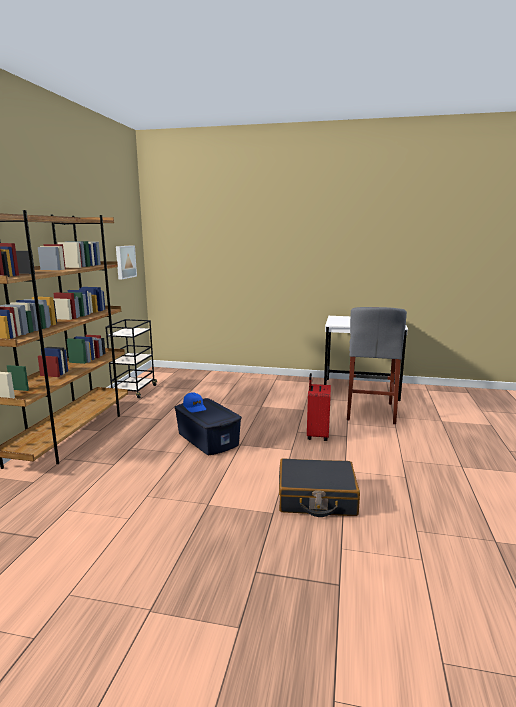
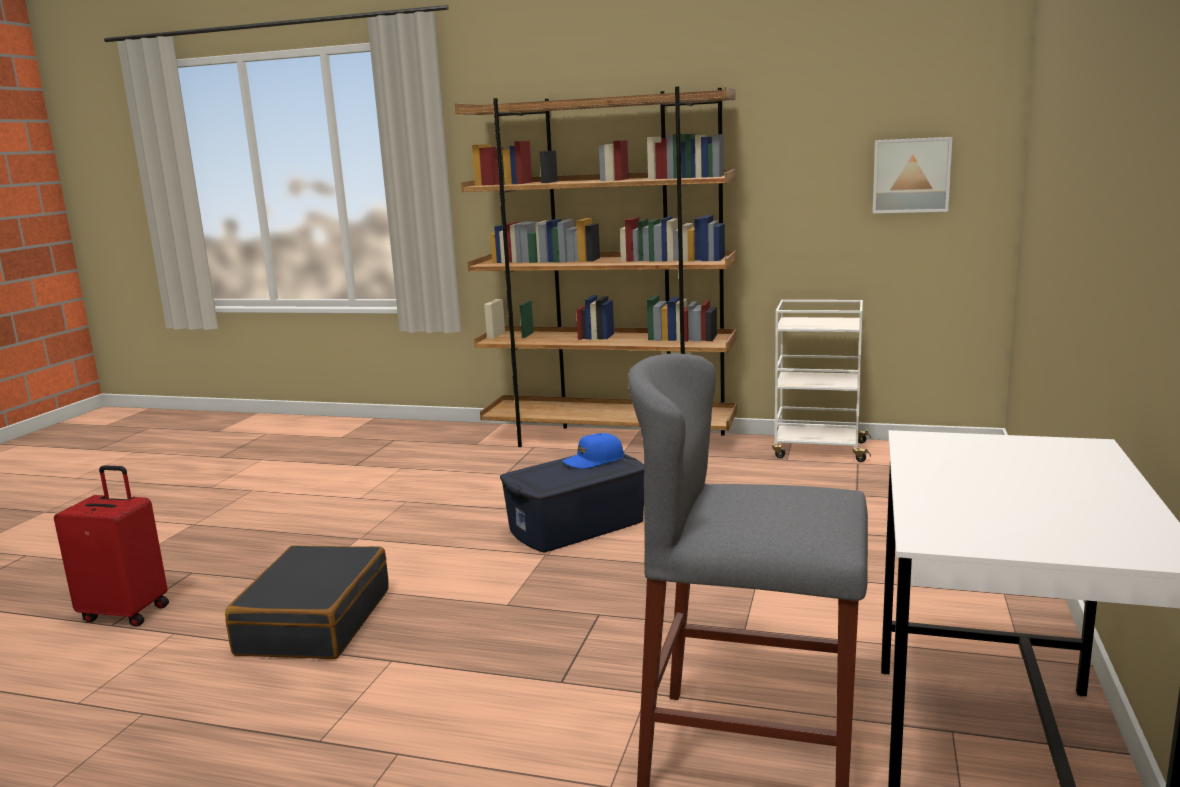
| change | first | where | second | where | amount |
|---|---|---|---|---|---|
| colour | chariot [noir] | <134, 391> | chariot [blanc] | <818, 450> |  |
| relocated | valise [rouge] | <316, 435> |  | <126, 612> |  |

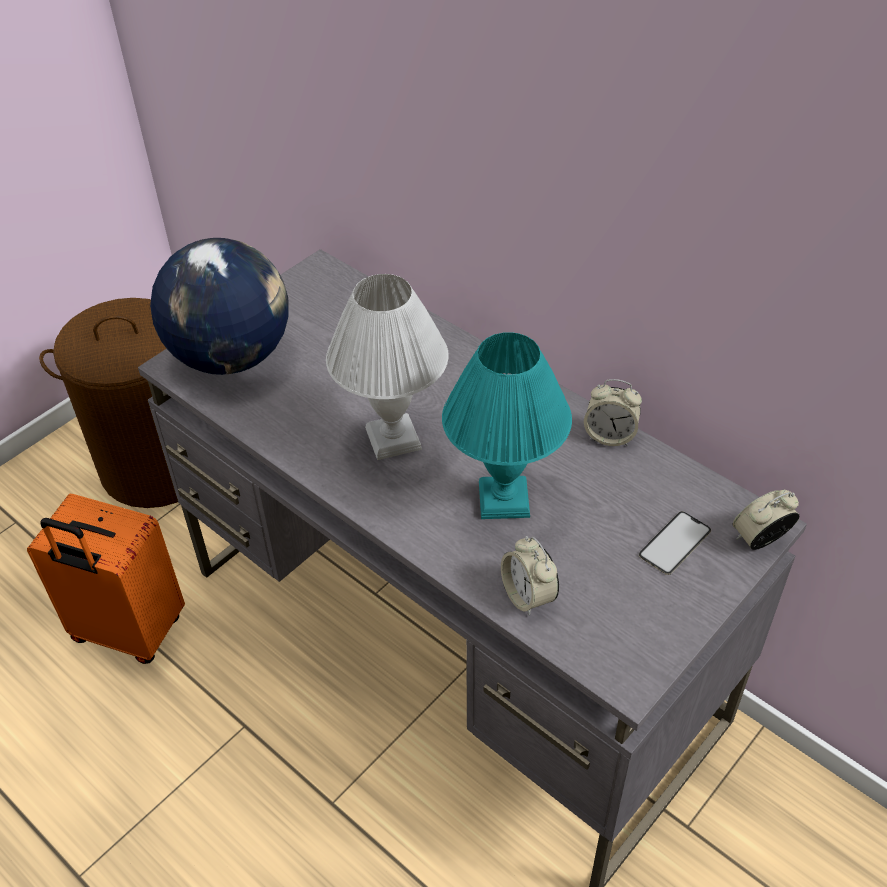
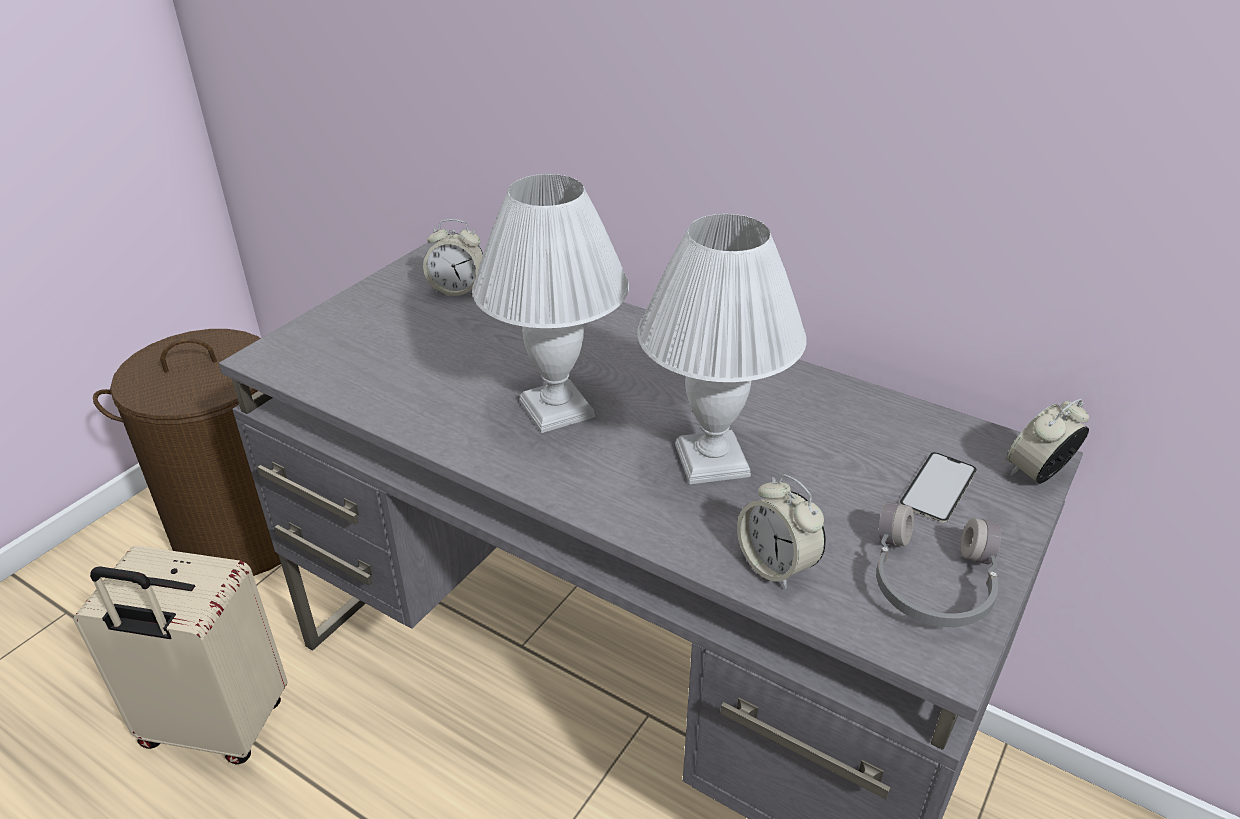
| change | first | where | second | where | amount |
|---|---|---|---|---|---|
| colour | valise [orange] | <127, 632> | valise [beige] | <214, 727> |  |
| missing | globe | <231, 356> |  |  |  |
| colour | lampe de table [turquoise] | <503, 498> | lampe de table [blanc] | <710, 459> |  |
| relocated | réveil | <610, 435> |  | <457, 290> |  |
| appeared |  |  | casque audio [gris] | <930, 582> |  |

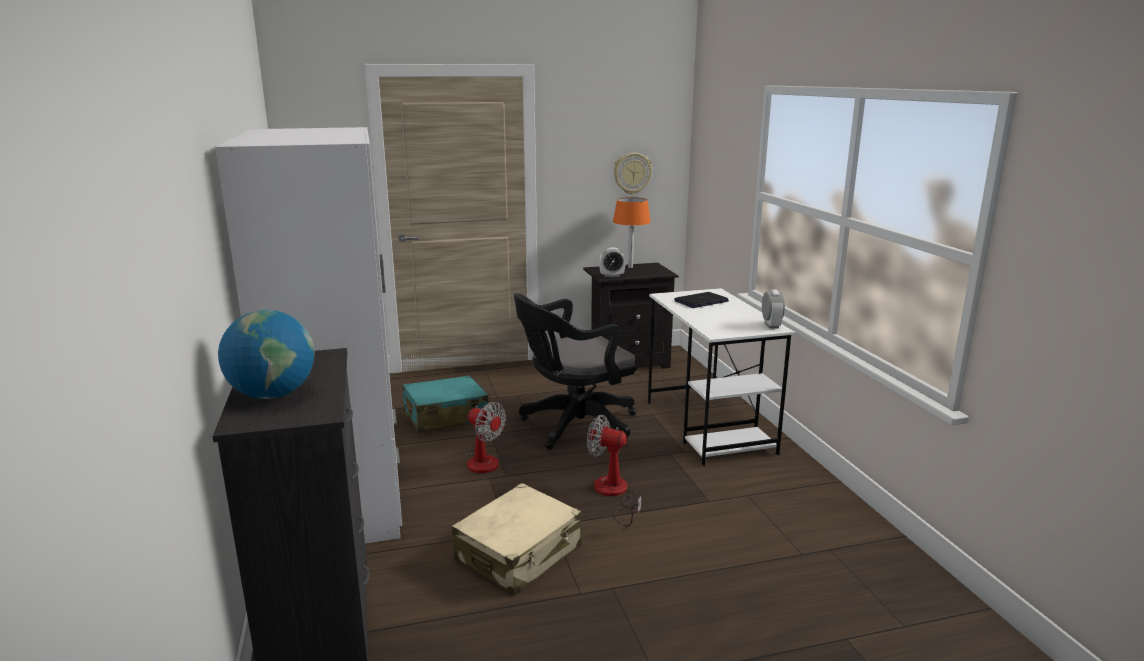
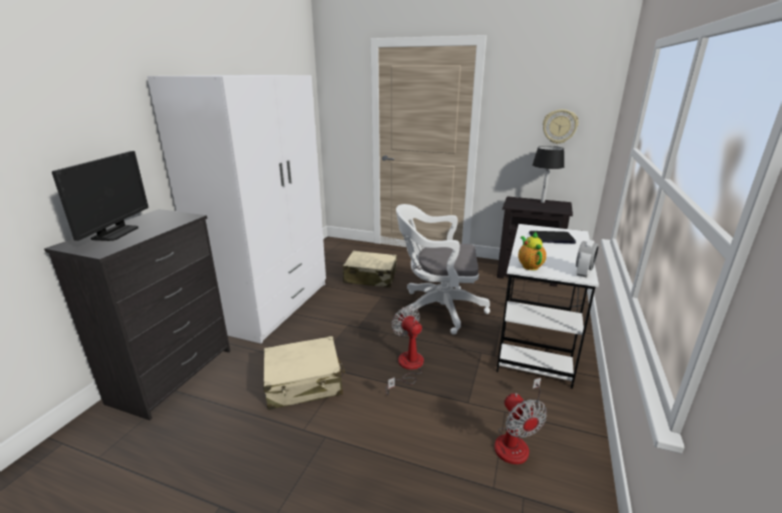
| change | first | where | second | where | amount |
|---|---|---|---|---|---|
| exchanged | globe | <272, 395> | écran d'ordinateur | <115, 233> |  |
| colour | valise [turquoise] | <445, 417> | valise [beige] | <370, 277> |  |
| relocated | ventilateur | <484, 459> |  | <516, 441> |  |
| colour | chaise de bureau [noir] | <574, 427> | chaise de bureau [blanc] | <437, 309> |  |
| missing | réveil | <612, 275> |  |  |  |
| colour | lampe de table [orange] | <630, 267> | lampe de table [noir] | <542, 202> |  |
| appeared |  |  | théière | <529, 266> |  |

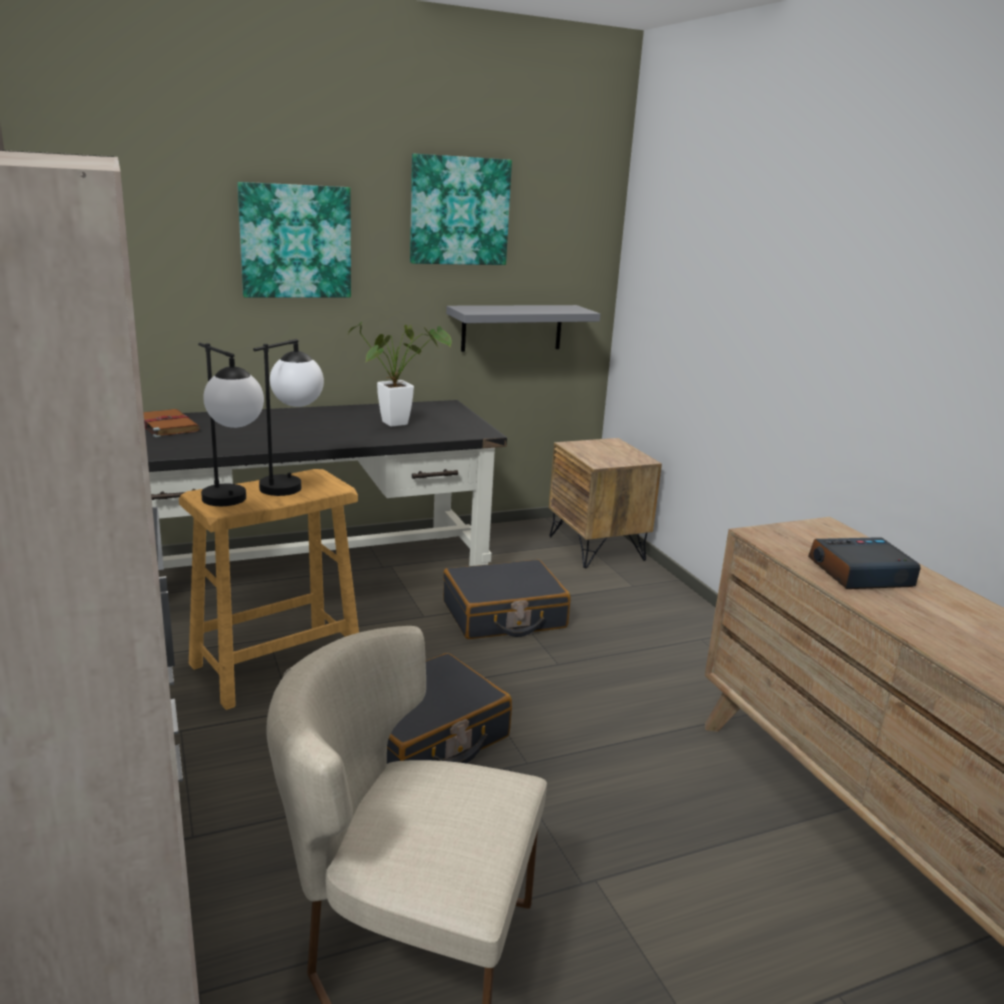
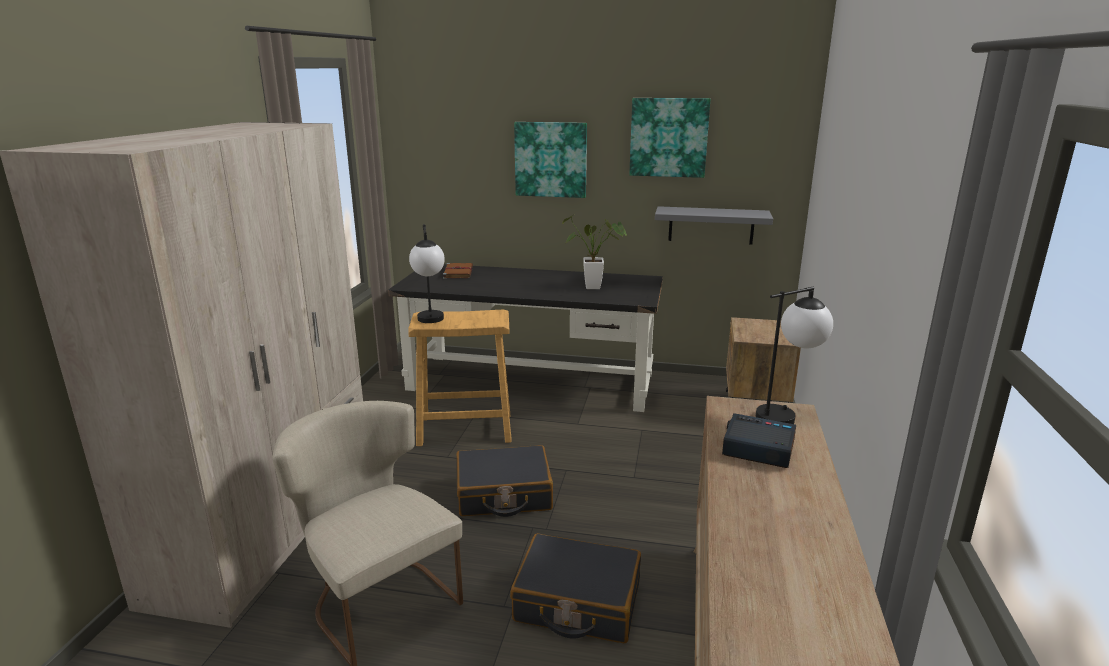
| change | first | where | second | where | amount |
|---|---|---|---|---|---|
| relocated | lampe de table | <291, 483> |  | <786, 415> |  |
| relocated | valise [noir] | <504, 615> |  | <577, 602> |  |

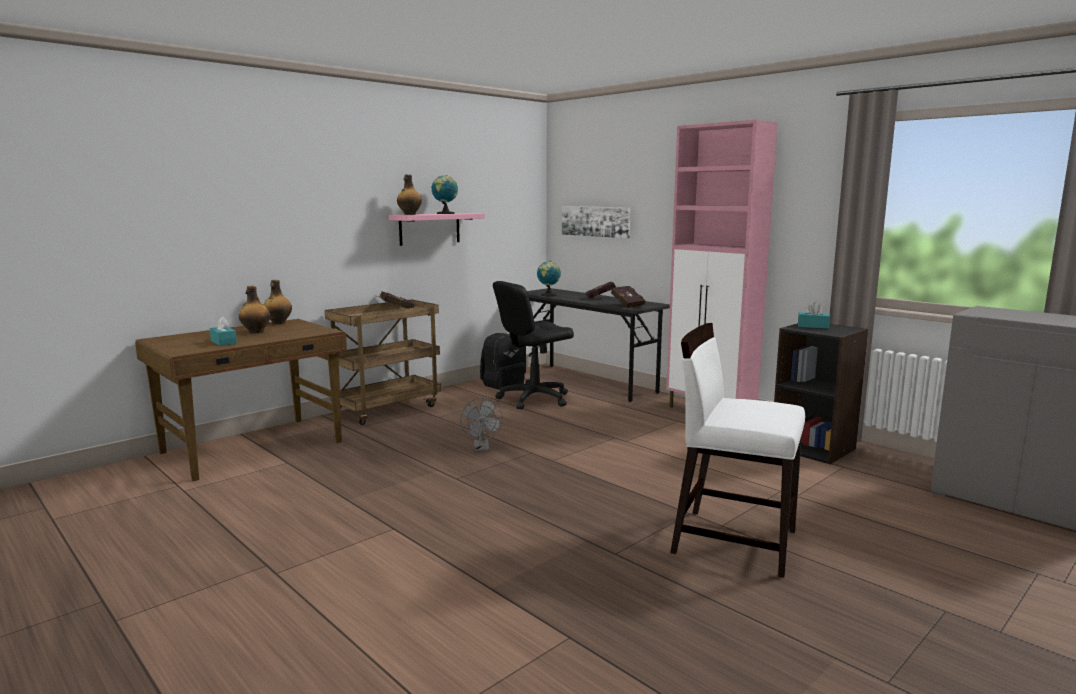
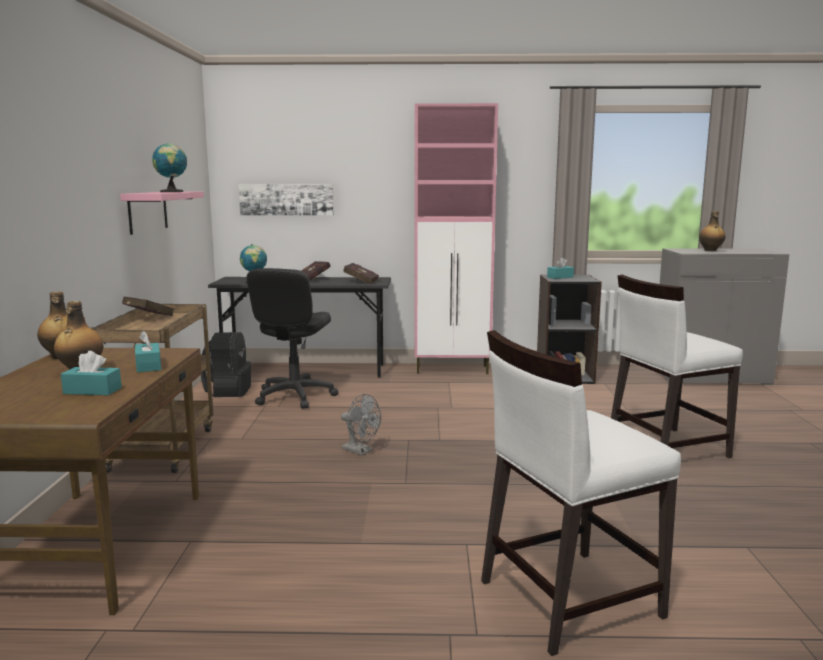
| change | first | where | second | where | amount |
|---|---|---|---|---|---|
| relocated | bouteille | <409, 214> |  | <710, 250> |  |
| appeared |  |  | boîte à mouchoirs [turquoise] | <148, 366> |  |
| appeared |  |  | chaise [blanc] | <567, 598> |  |

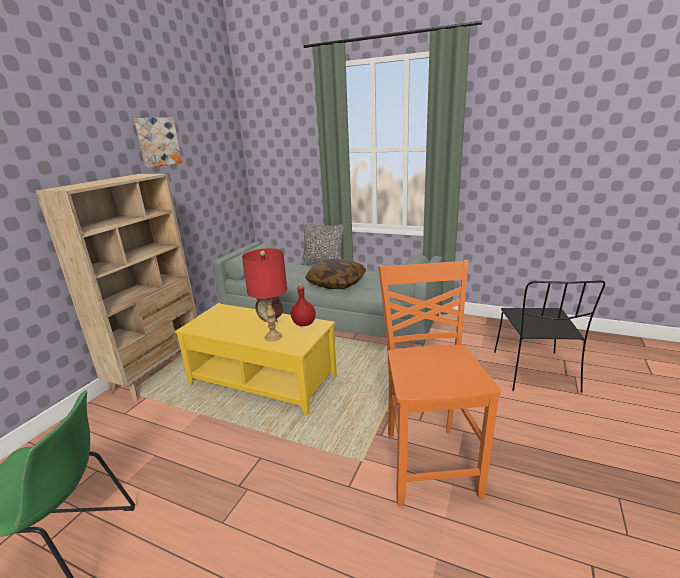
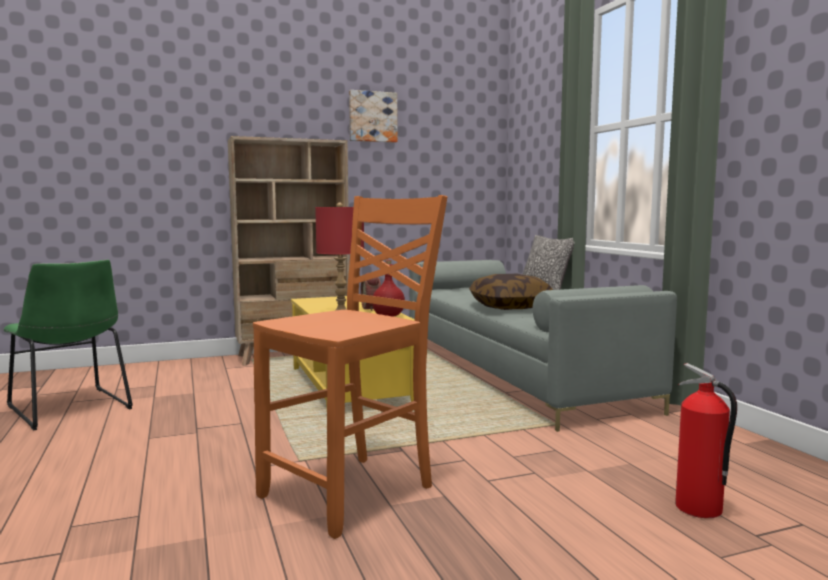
| change | first | where | second | where | amount |
|---|---|---|---|---|---|
| exchanged | chaise [noir] | <535, 372> | extincteur | <699, 509> |  |

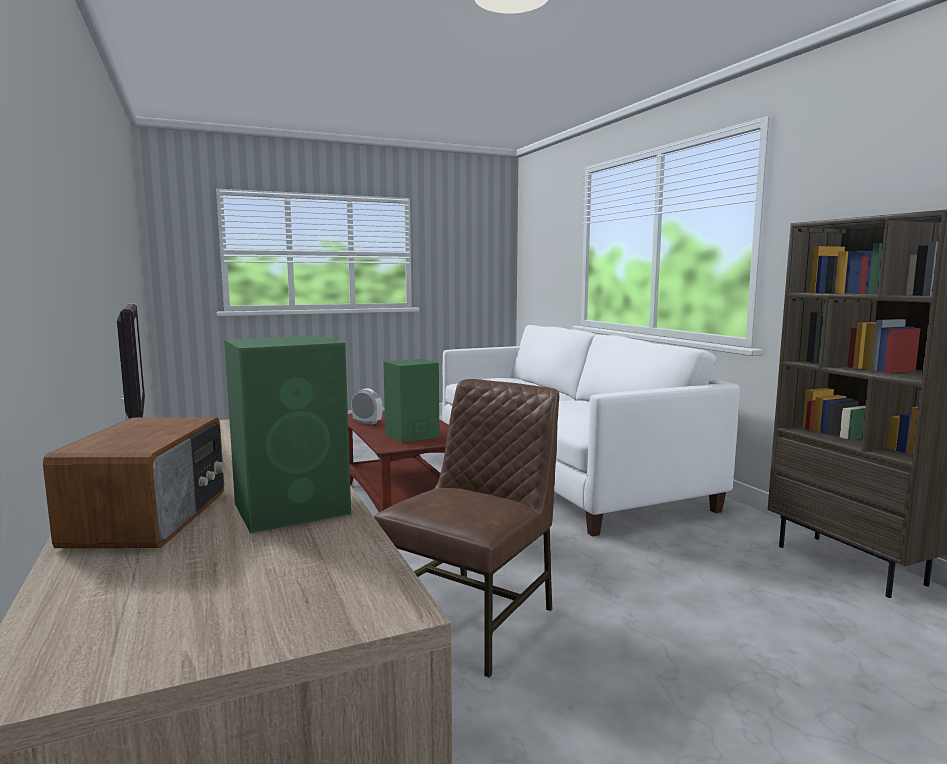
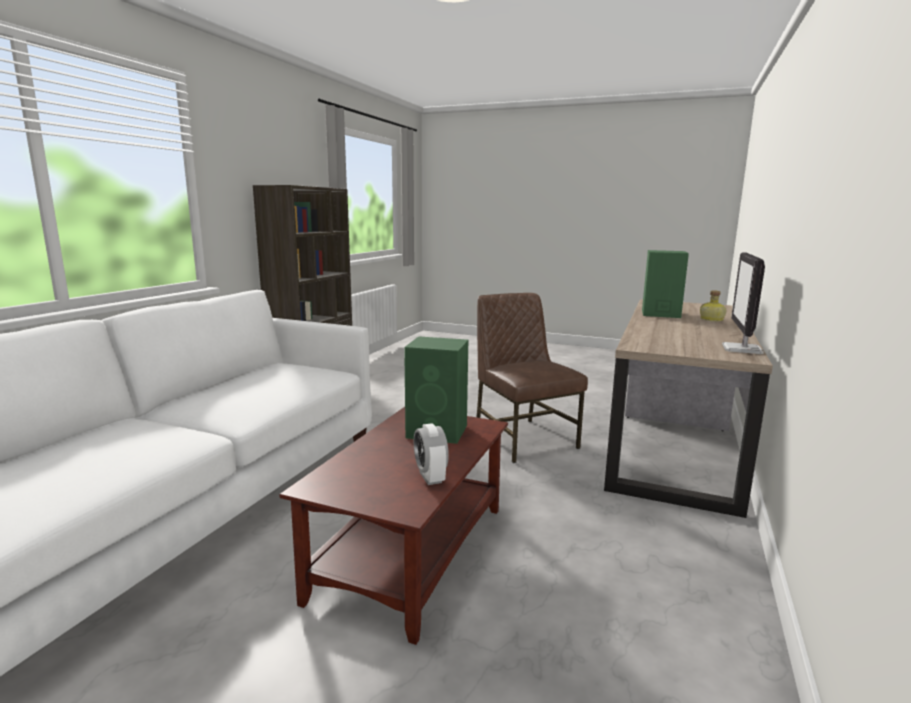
| change | first | where | second | where | amount |
|---|---|---|---|---|---|
| exchanged | radio | <152, 517> | bouteille | <712, 320> |  |
| spun | chaise [marron] | <474, 620> |  | <523, 438> | 75 degrees clockwise |

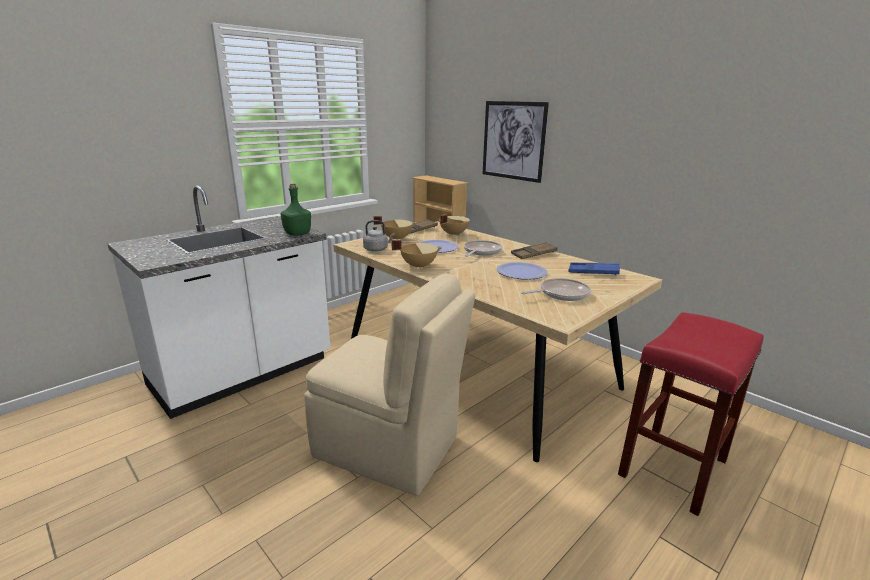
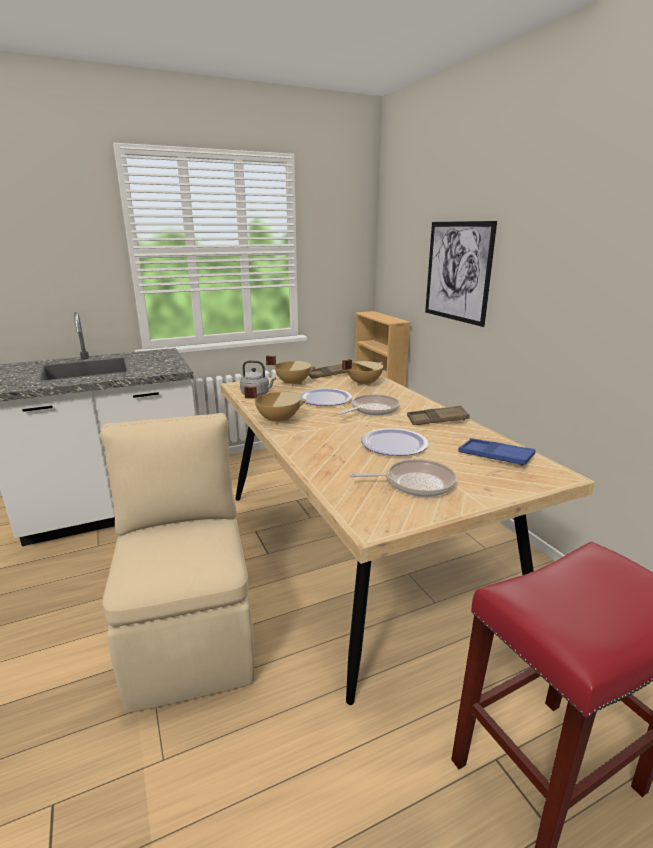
| change | first | where | second | where | amount |
|---|---|---|---|---|---|
| missing | bouteille [vert] | <298, 234> |  |  |  |
| spun | chaise [beige] | <389, 448> |  | <191, 634> | 150 degrees counterclockwise |

